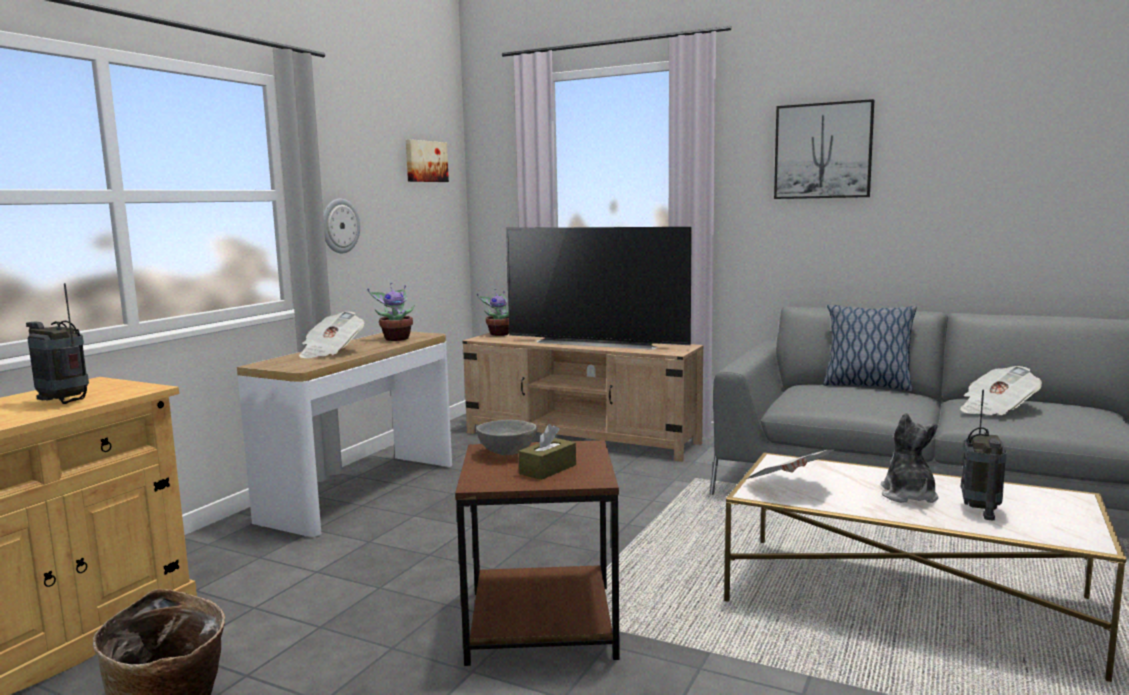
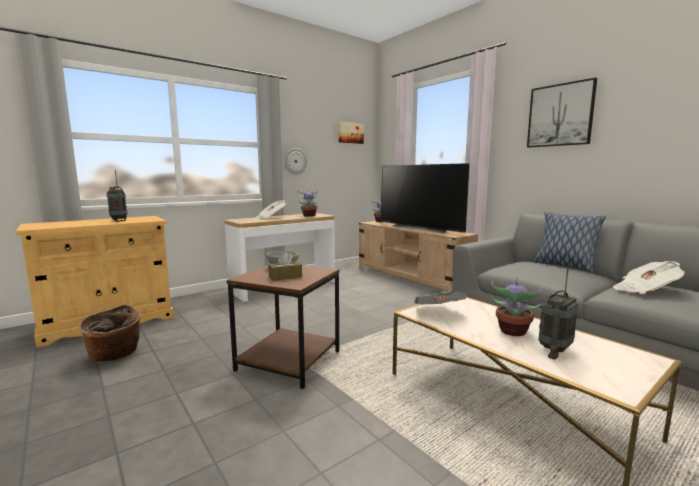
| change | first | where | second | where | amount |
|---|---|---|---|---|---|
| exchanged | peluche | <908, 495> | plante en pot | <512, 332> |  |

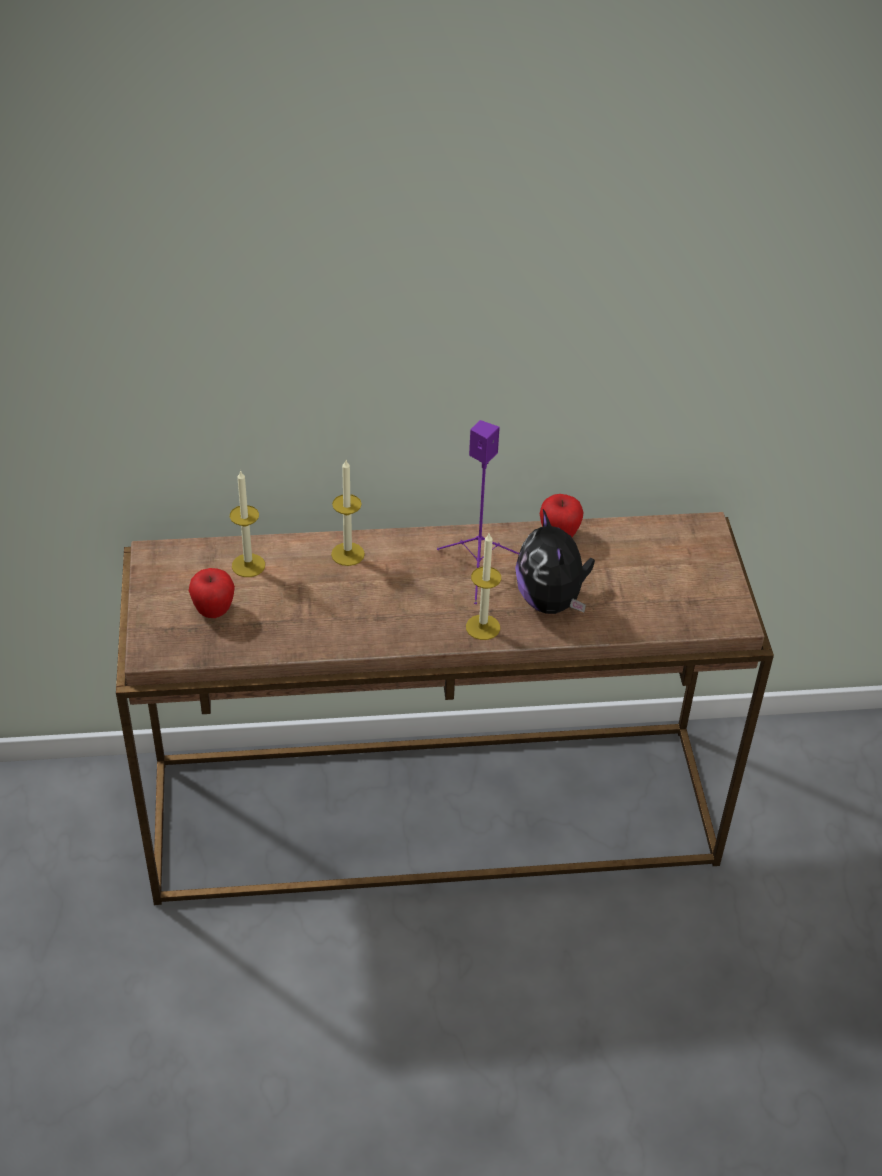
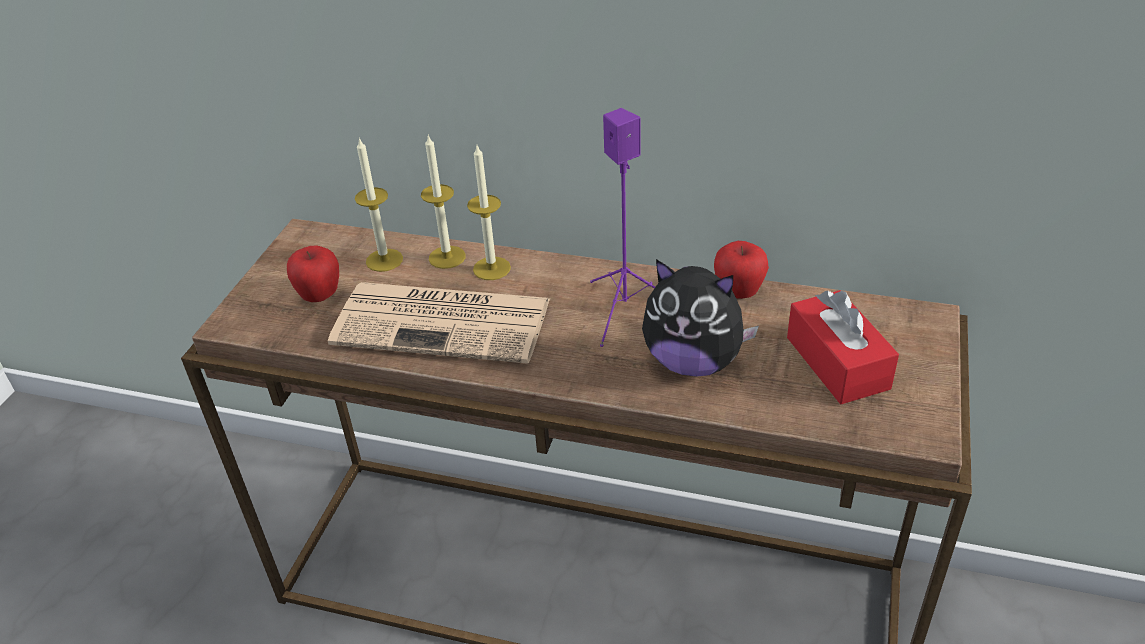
| change | first | where | second | where | amount |
|---|---|---|---|---|---|
| relocated | bougie | <483, 627> |  | <447, 257> |  |
| spun | peluche | <551, 601> |  | <693, 362> | 75 degrees counterclockwise |
| appeared |  |  | journal | <445, 322> |  |
| appeared |  |  | boîte à mouchoirs [rouge] | <837, 363> |  |

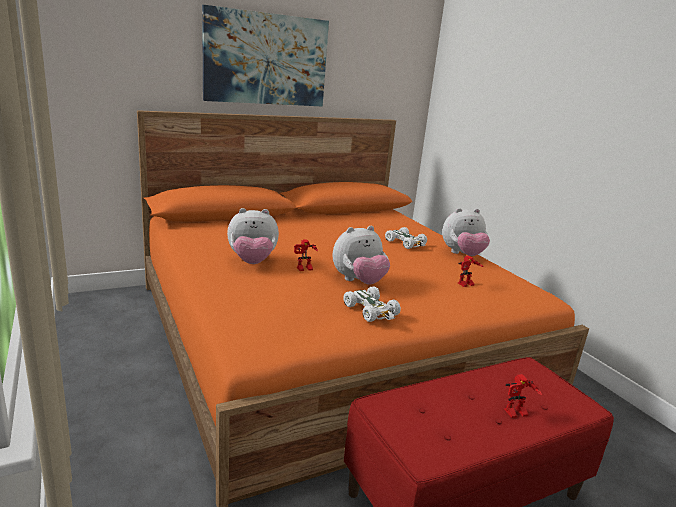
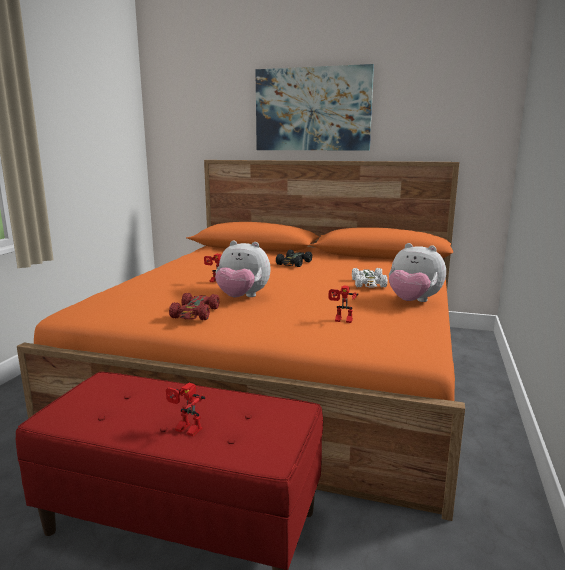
| change | first | where | second | where | amount |
|---|---|---|---|---|---|
| missing | peluche | <252, 262> |  |  |  |
| colour | petite voiture [blanc] | <371, 310> | petite voiture [rouge] | <195, 313> |  |
| appeared |  |  | petite voiture [noir] | <294, 263> |  |

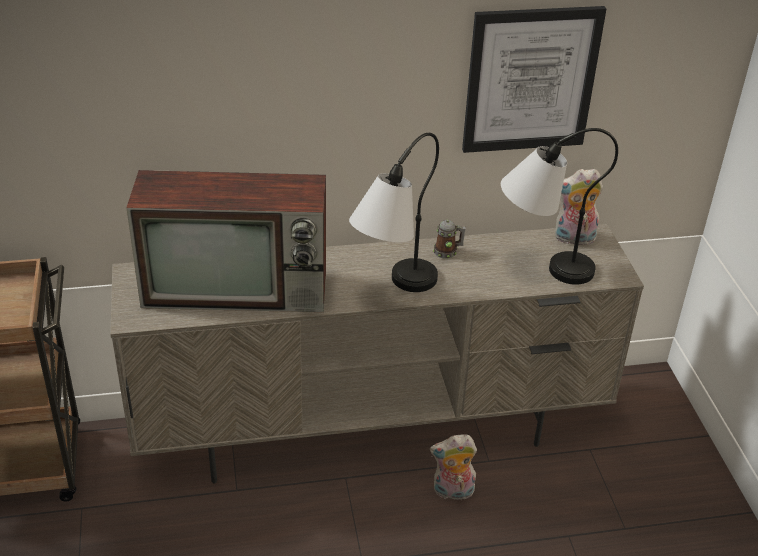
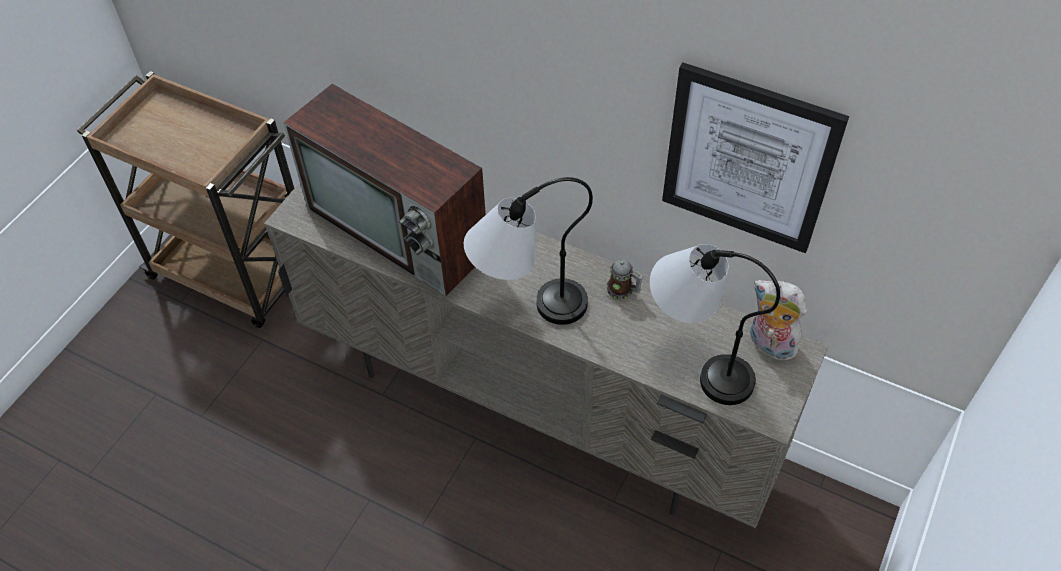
| change | first | where | second | where | amount |
|---|---|---|---|---|---|
| missing | peluche | <452, 492> |  |  |  |

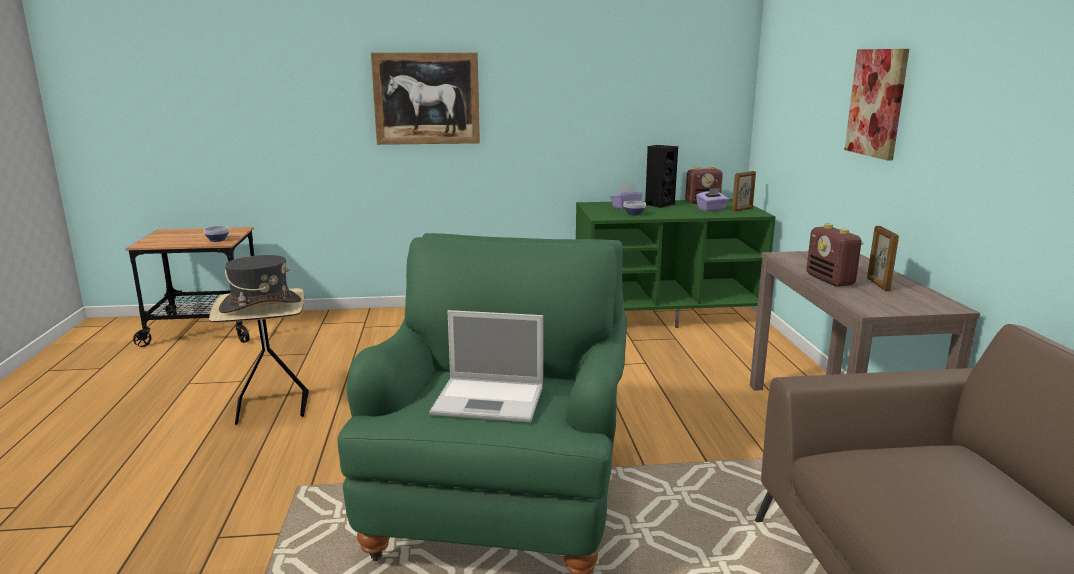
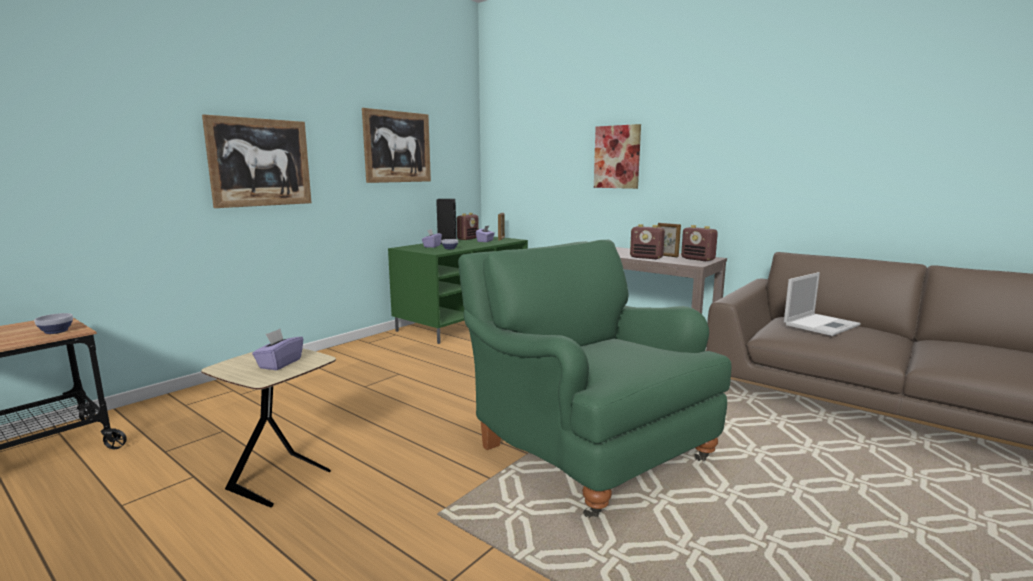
| change | first | where | second | where | amount |
|---|---|---|---|---|---|
| exchanged | chapeau [gris] | <261, 305> | boîte à mouchoirs [violet] | <280, 364> |  |
| relocated | ordinateur portable | <491, 400> |  | <821, 324> |  |
| appeared |  |  | tableau | <397, 147> |  |
| appeared |  |  | radio | <698, 259> |  |

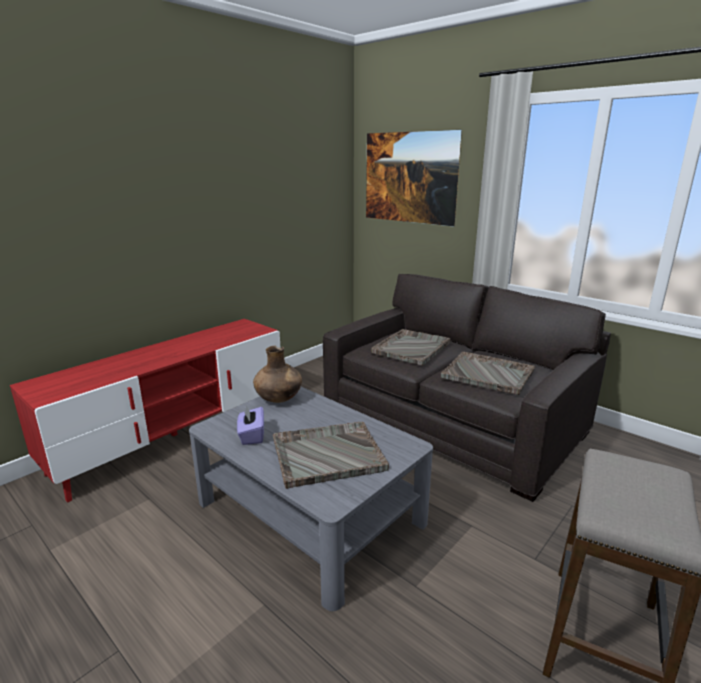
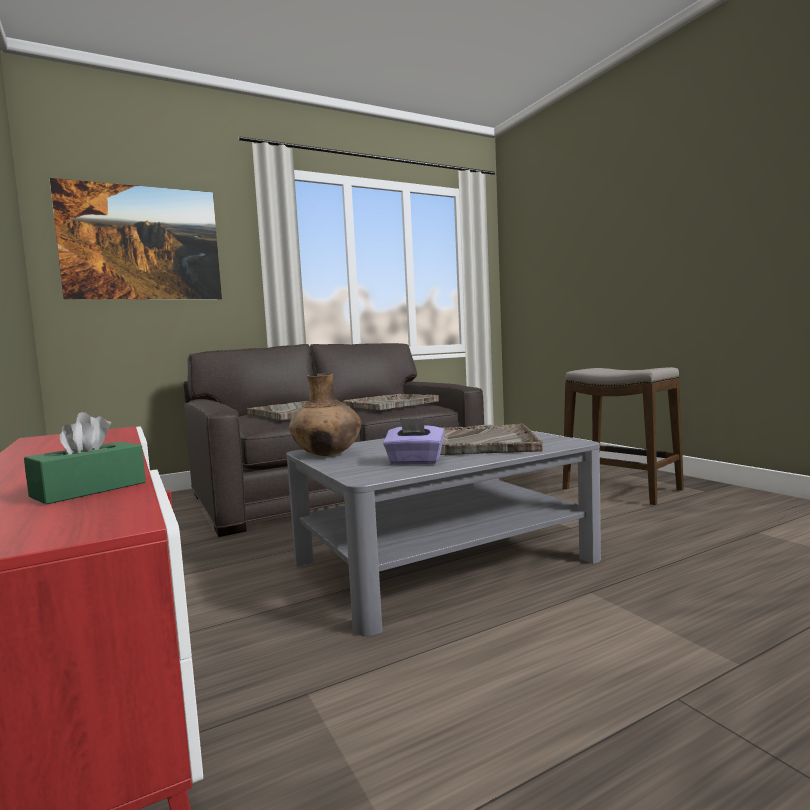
| change | first | where | second | where | amount |
|---|---|---|---|---|---|
| appeared |  |  | boîte à mouchoirs [vert] | <89, 489> |  |

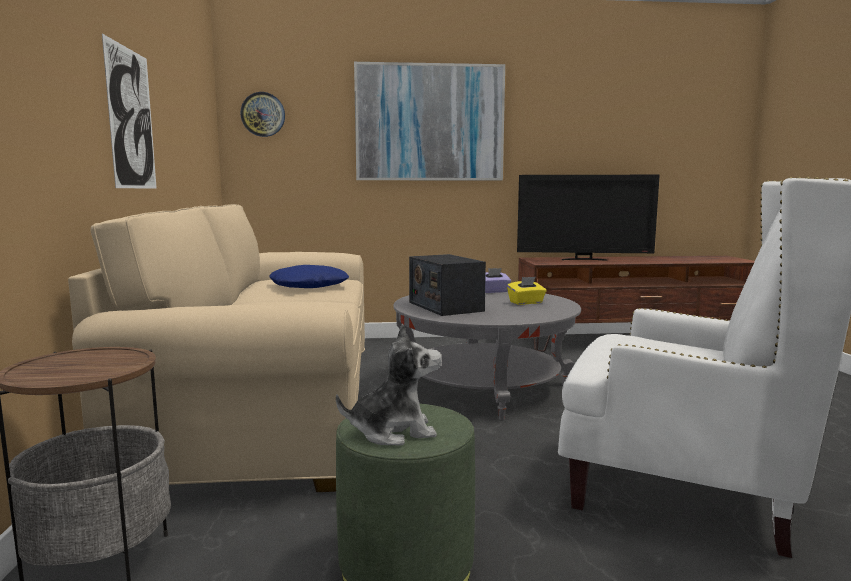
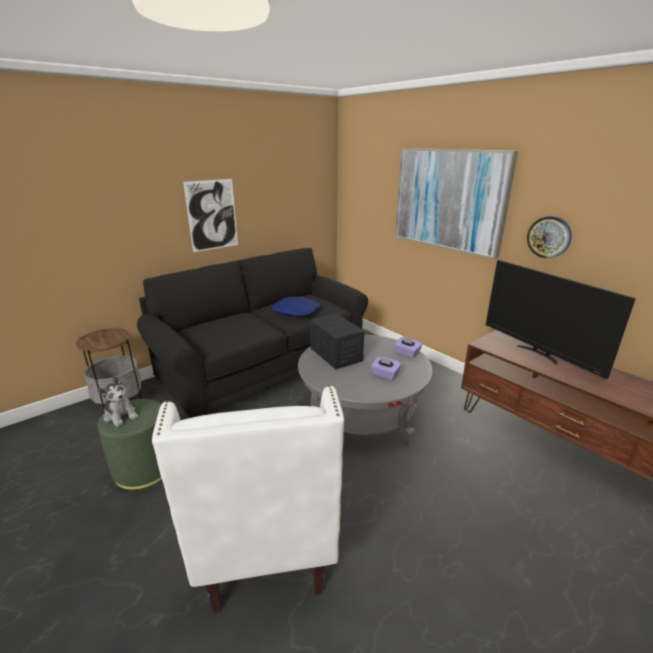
| change | first | where | second | where | amount |
|---|---|---|---|---|---|
| colour | canapé [beige] | <269, 408> | canapé [noir] | <263, 368> |  |
| relocated | horloge murale | <263, 114> |  | <548, 237> |  |
| spun | radio | <445, 306> |  | <336, 354> | 120 degrees clockwise |
| colour | boîte à mouchoirs [jaune] | <526, 302> | boîte à mouchoirs [violet] | <385, 375> |  |

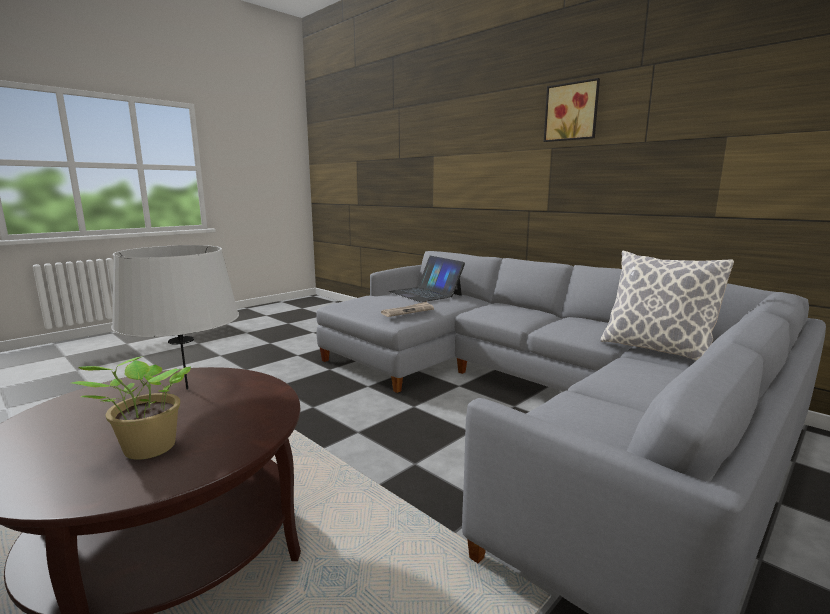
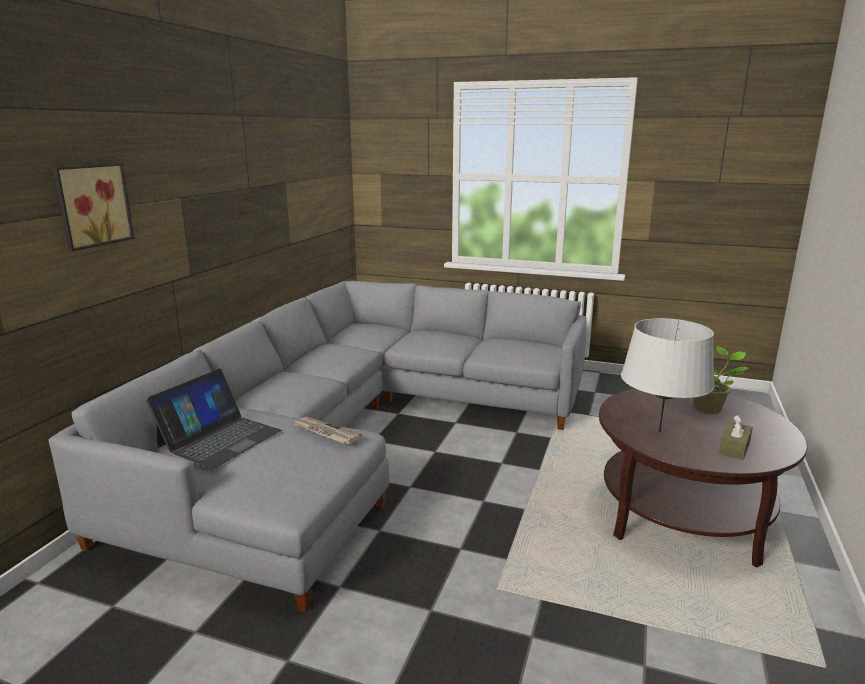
| change | first | where | second | where | amount |
|---|---|---|---|---|---|
| relocated | tableau | <572, 112> |  | <91, 205> |  |
| missing | coussin | <655, 349> |  |  |  |
| appeared |  |  | boîte à mouchoirs [marron] | <734, 448> |  |

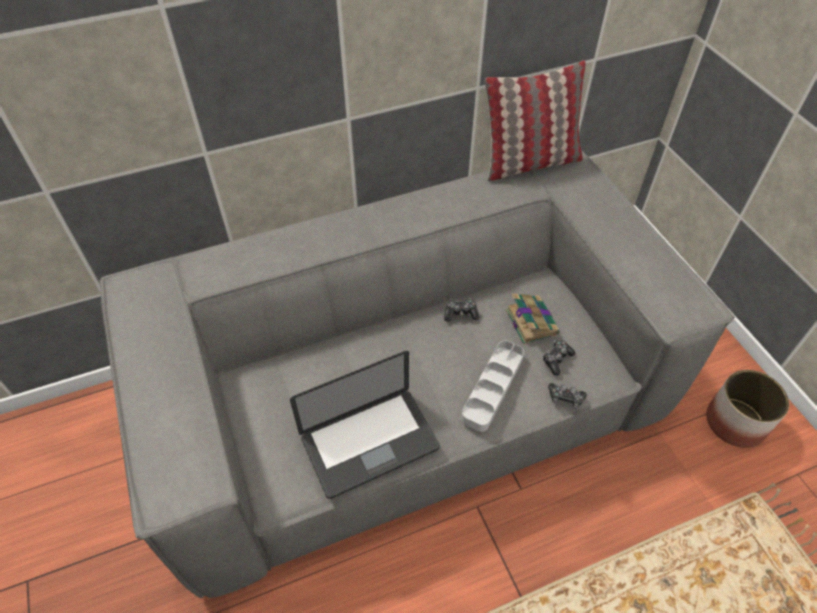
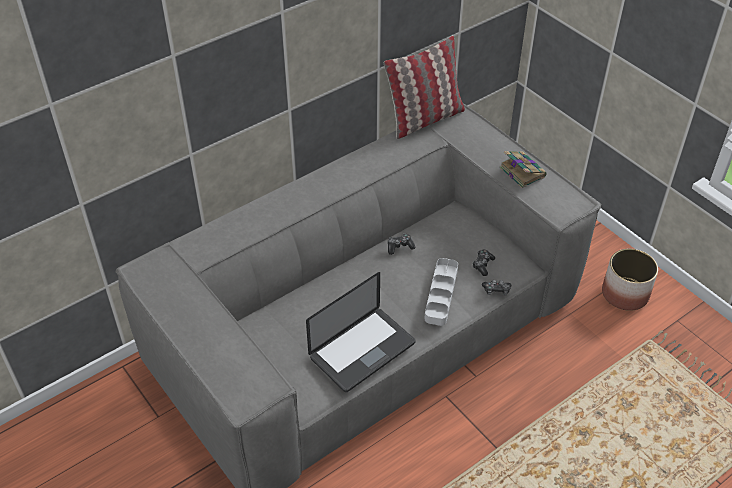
| change | first | where | second | where | amount |
|---|---|---|---|---|---|
| relocated | livre | <531, 321> |  | <521, 171> |  |

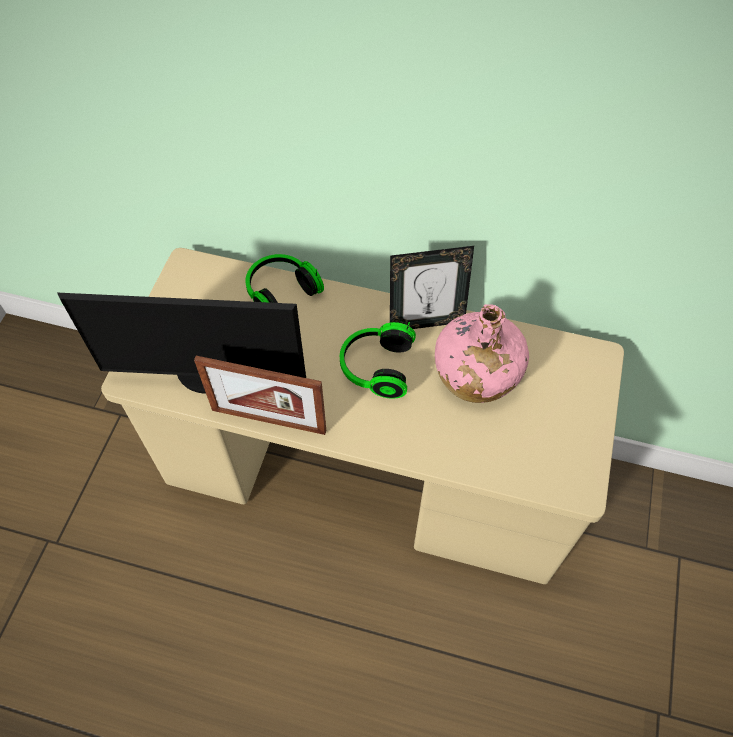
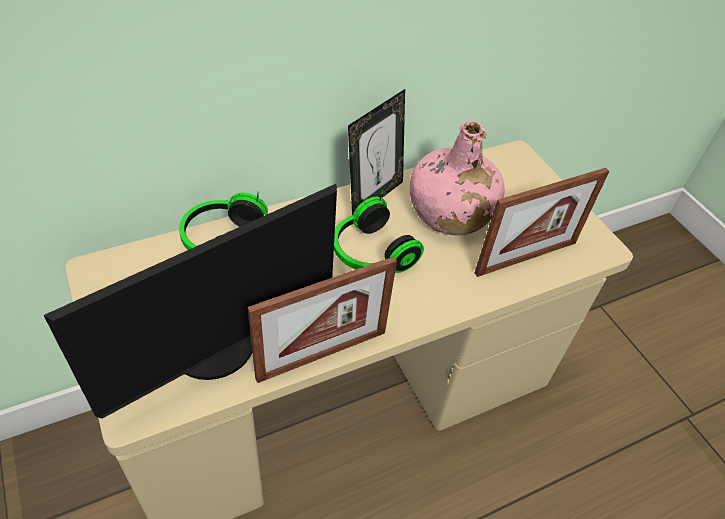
| change | first | where | second | where | amount |
|---|---|---|---|---|---|
| appeared |  |  | cadre photo | <526, 257> |  |

